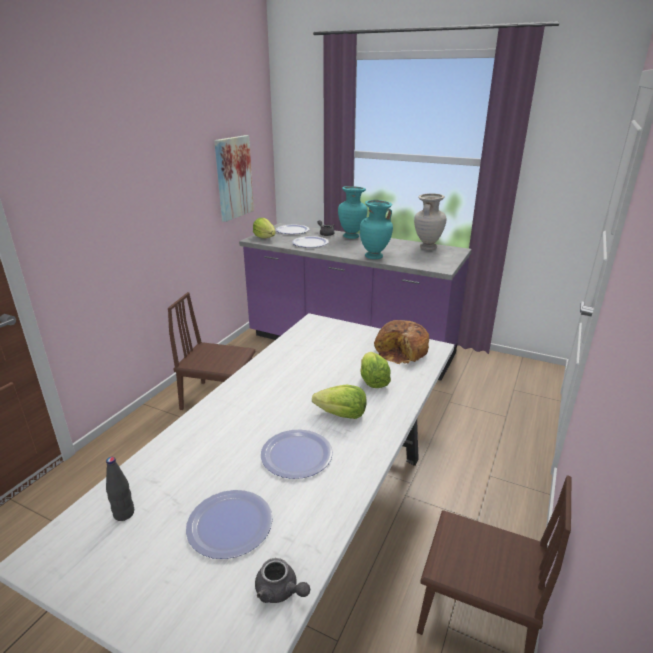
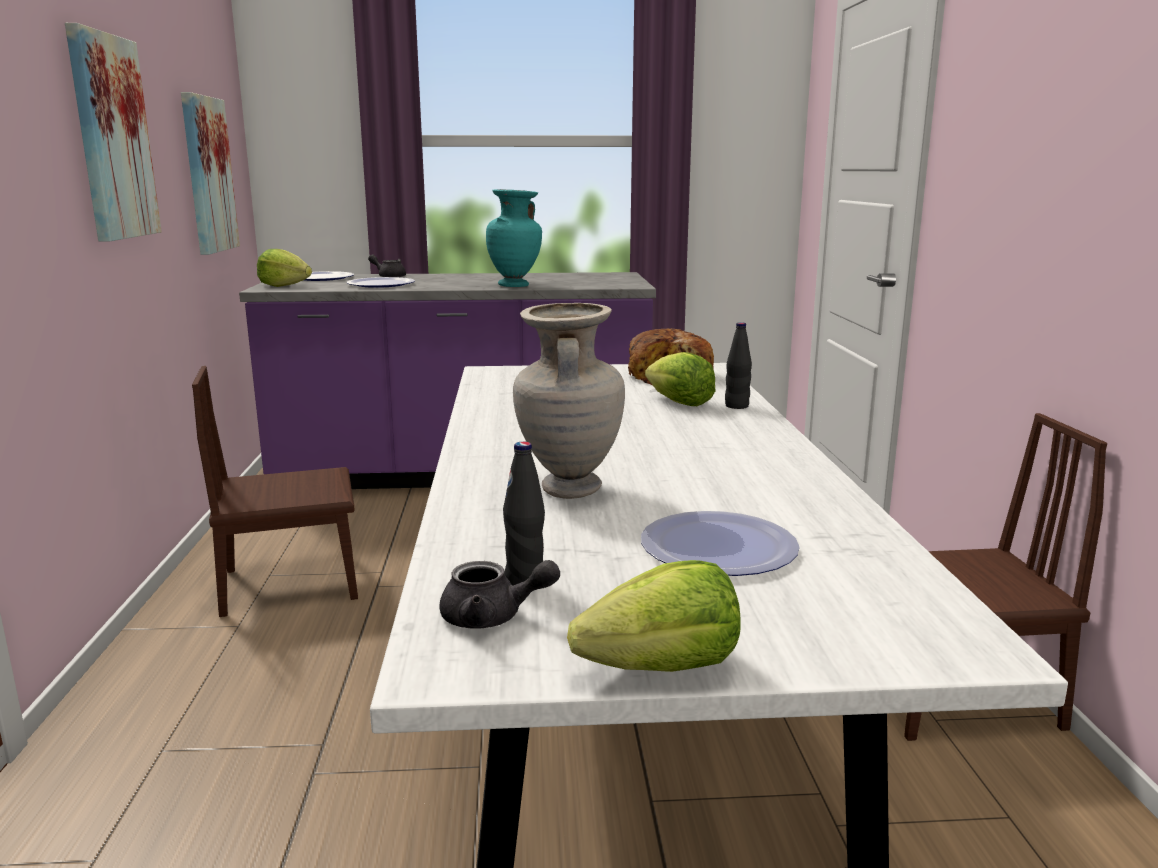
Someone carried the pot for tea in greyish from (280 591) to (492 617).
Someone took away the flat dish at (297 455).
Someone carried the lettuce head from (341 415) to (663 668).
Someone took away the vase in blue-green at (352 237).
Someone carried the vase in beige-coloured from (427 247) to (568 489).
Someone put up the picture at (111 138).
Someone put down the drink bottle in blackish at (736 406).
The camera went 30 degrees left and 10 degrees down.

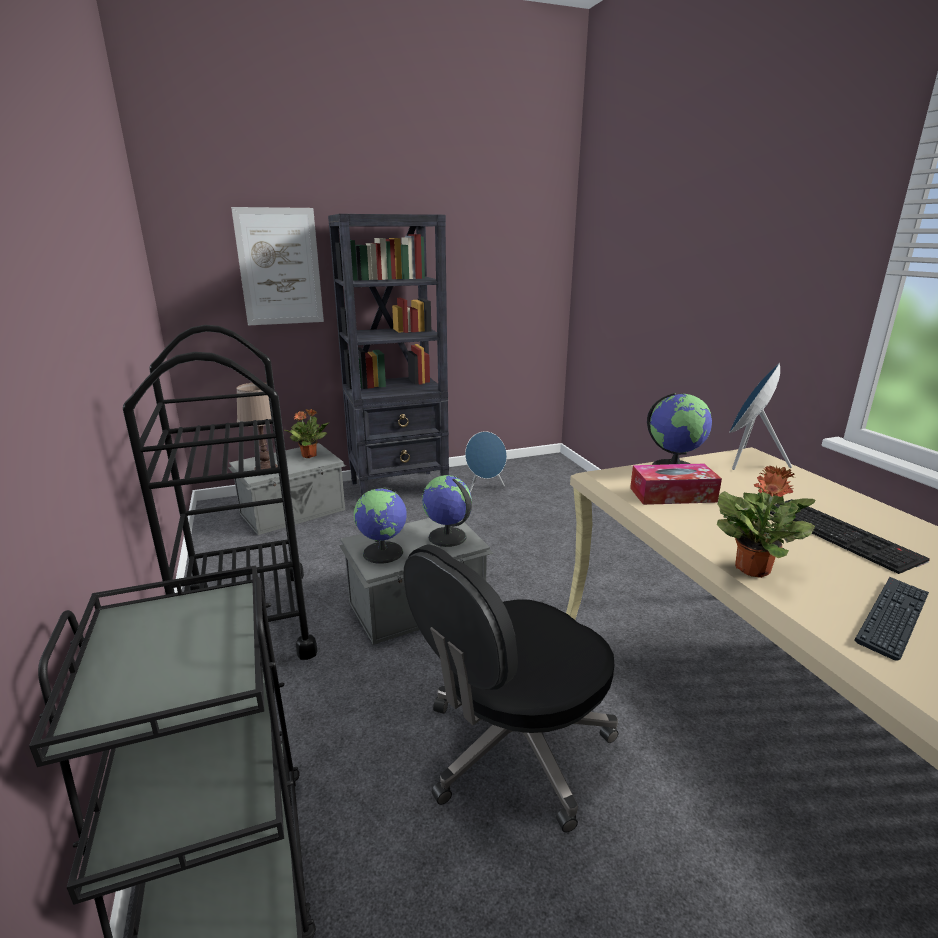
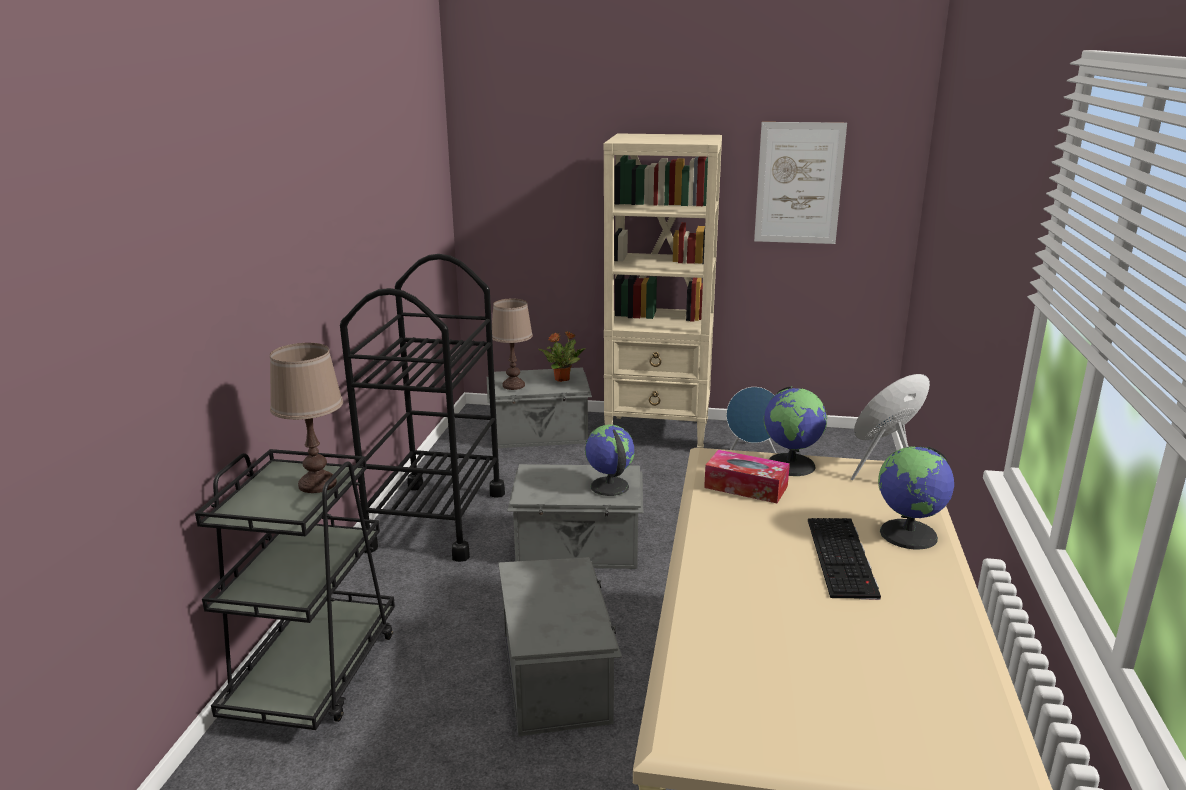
Someone carried the picture from (280 267) to (799 183).
Someone repainted the shelving unit in blackish at (399 489), which became the shelving unit in beige-coloured at (659 434).
Someone carried the world globe from (383 553) to (909 535).
Someone swapped the office chair in blackish at (513 748) for the storage box in greyish at (558 676).
Someone took away the houseplant at (753 568).
Someone took away the computer keyboard at (892 617).
Someone put down the table lamp in brownish at (317 484).
The camera went 30 degrees right and 0 degrees up.

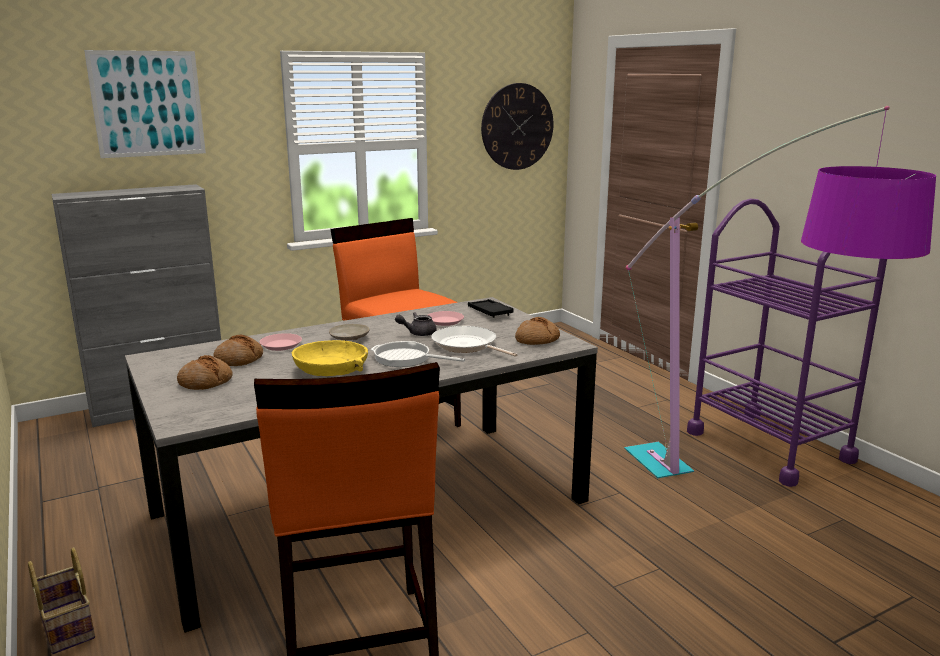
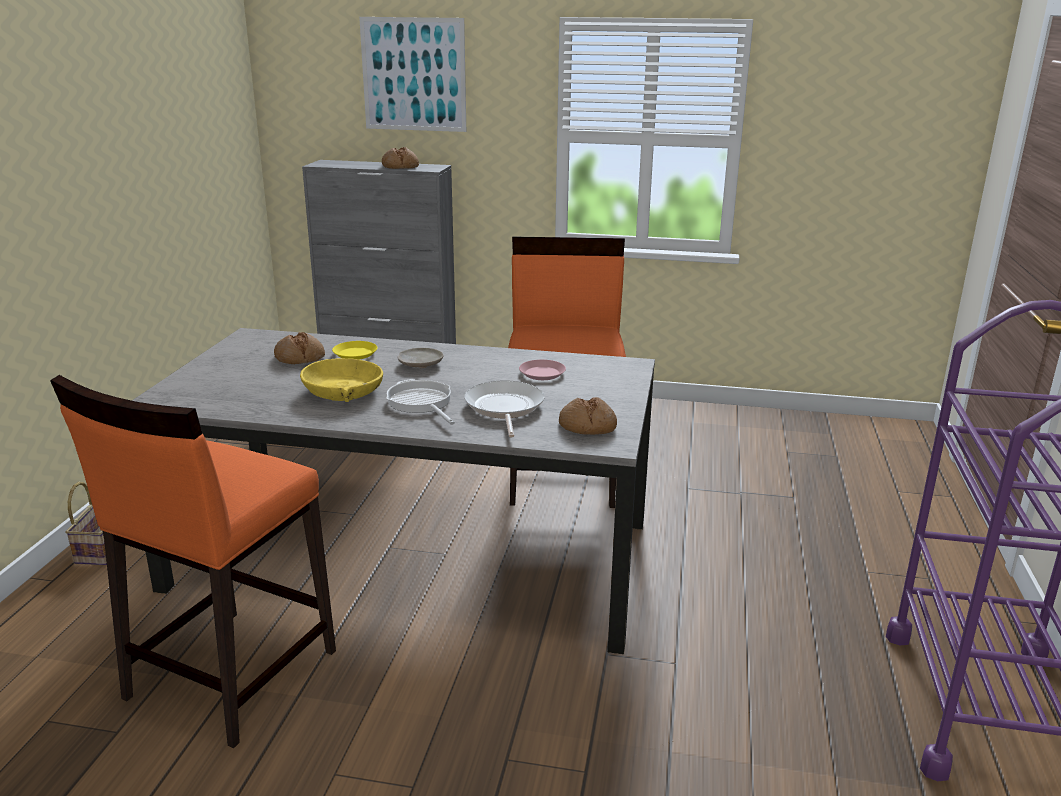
Someone carried the bread from (205 382) to (400 166).
Someone repainted the flat dish in pinkish at (281 345), which became the flat dish in yellow-coloured at (355 354).
Someone took away the pot for tea in greyish at (418 333).
Someone took away the tray in blackish at (490 312).
Someone took away the clock on the wall at (517 126).
Someone took away the floor lamp at (729 521).
The camera went 40 degrees right and 5 degrees up.

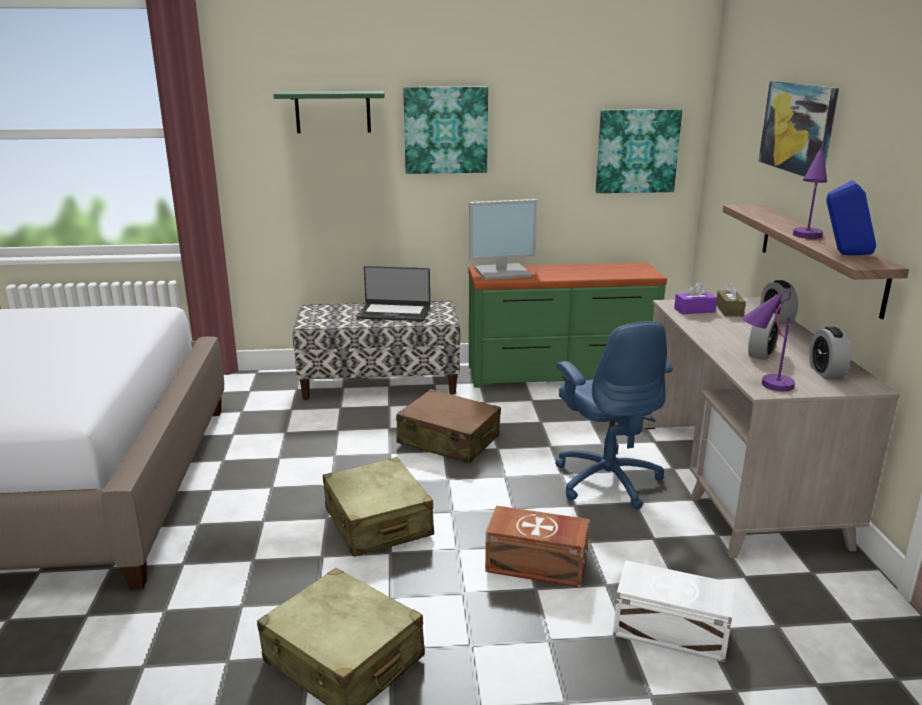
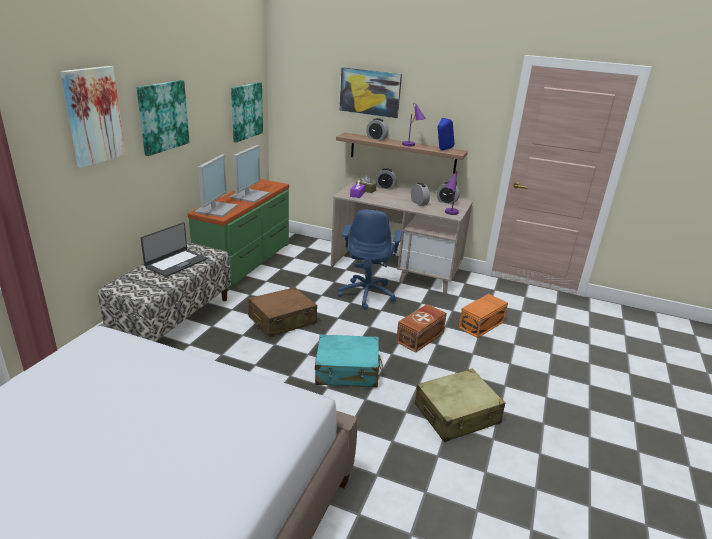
Someone swapped the bracket shelf in greenish at (333 112) for the picture at (93 116).
Someone repainted the piece of luggage in beige-coloured at (377 522), which became the piece of luggage in blue-green at (347 370).
Someone rotated the office chair in blue at (607 480) by 90 degrees clockwise.
Someone repainted the storage box in white at (672 632), which became the storage box in orange at (482 325).
Someone put down the computer display at (249 195).
Someone put down the bedside clock at (376 138).
The camera went 65 degrees left and 5 degrees up.

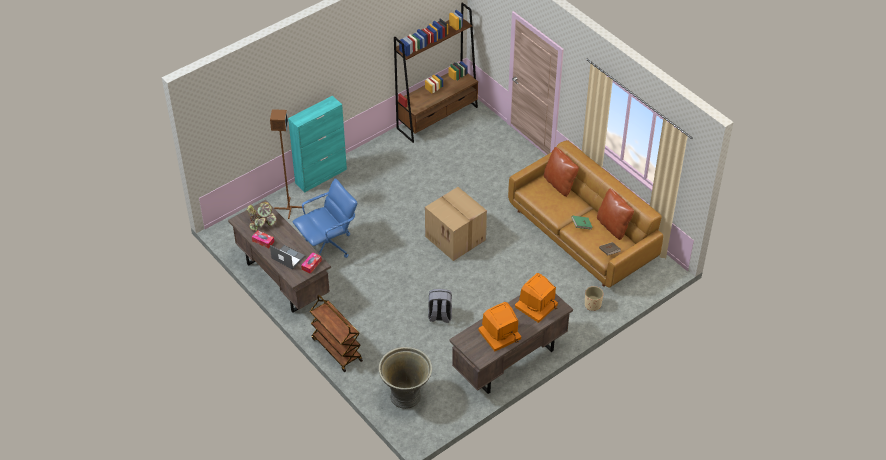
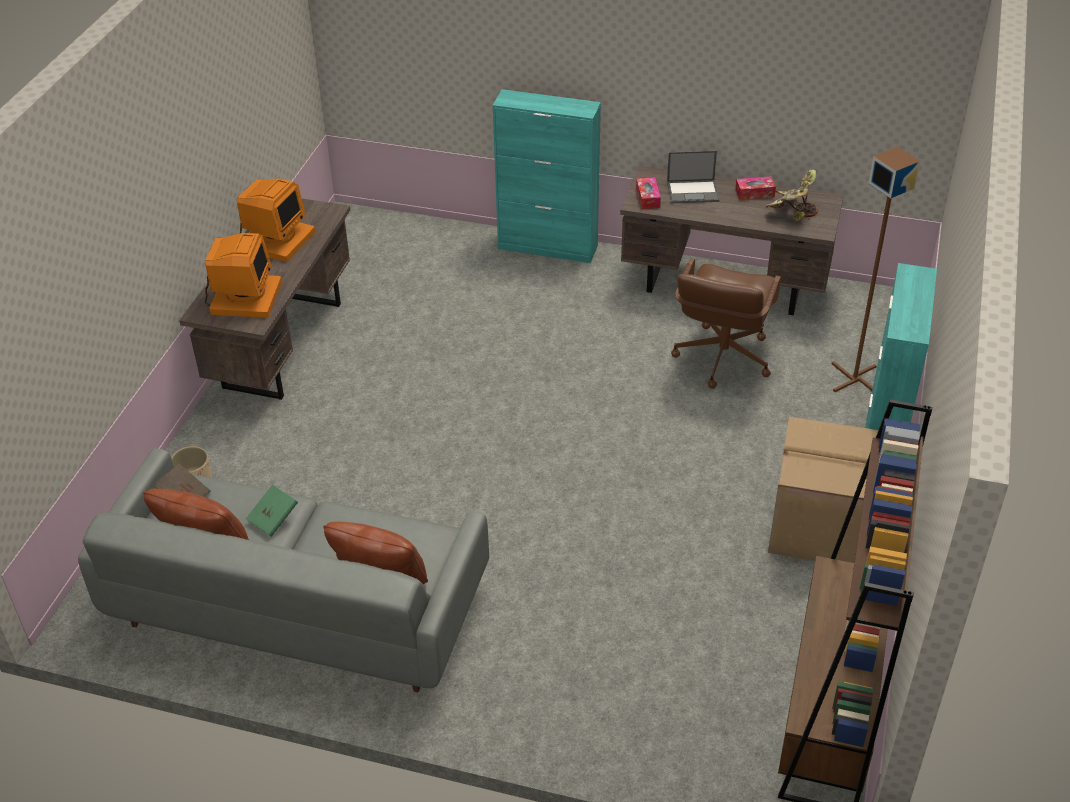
Someone repainted the office chair in blue at (328 246), which became the office chair in brownish at (721 358).
Someone swapped the wheeled cart in brownish at (336 349) for the storage cabinet in blue-green at (548 247).
Someone took away the planter in greyish at (406 396).
Someone carried the carton from (456 238) to (819 526).
Someone took away the rucksack in greyish at (439 316).
Someone repainted the settee in brownish at (582 234), which became the settee in greyish at (296 606).
The camera went 145 degrees right and 5 degrees down.

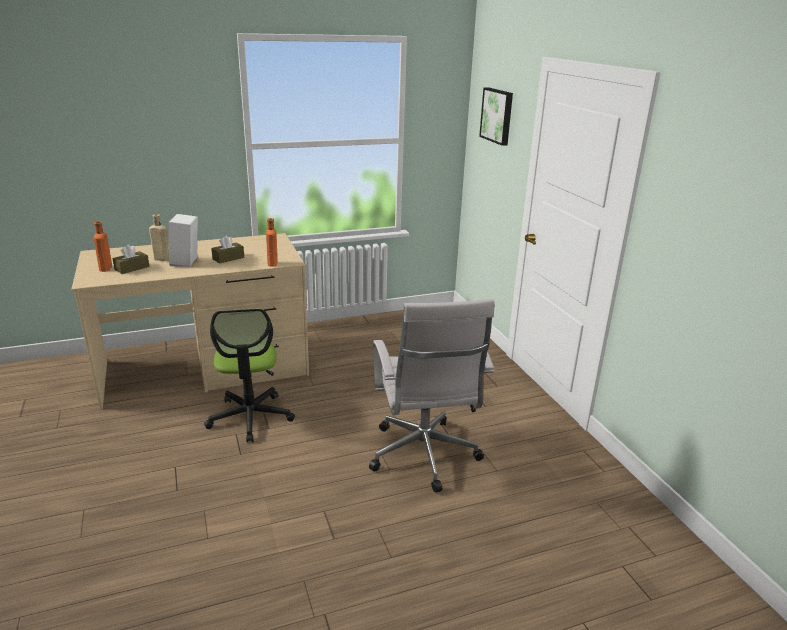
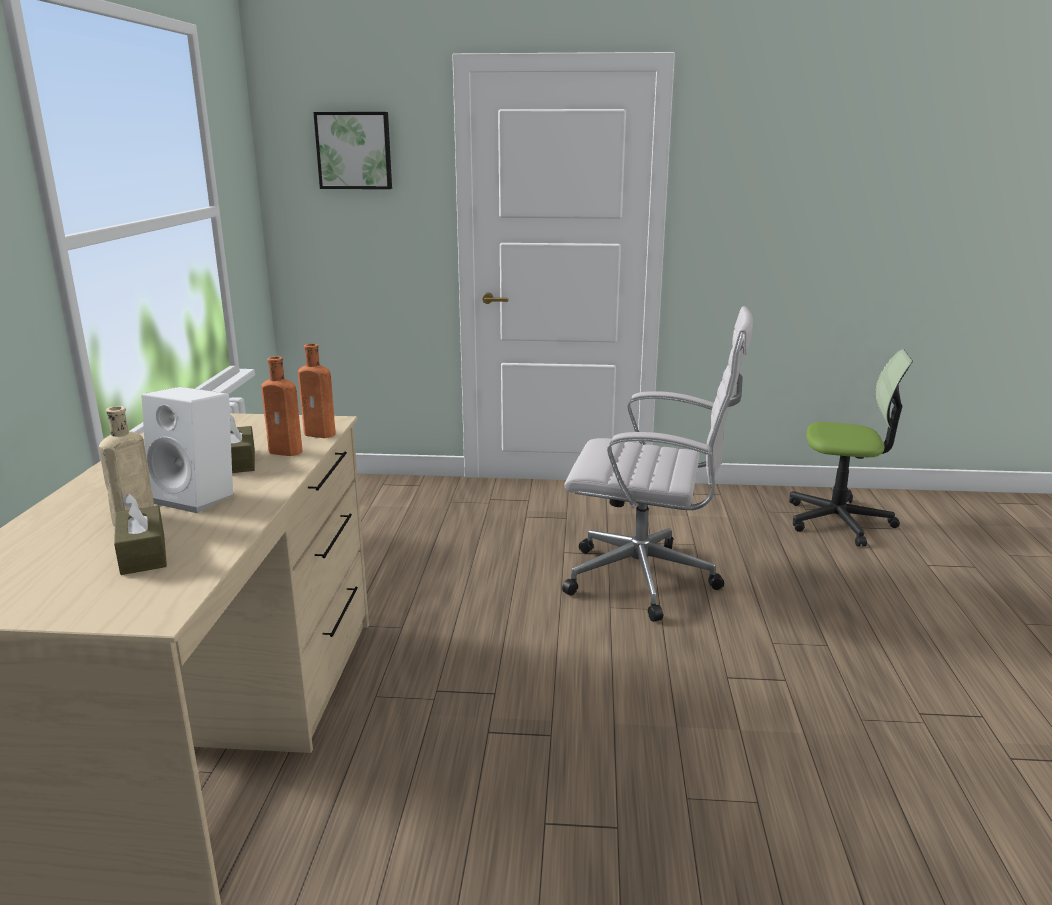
Someone carried the drink bottle in orange from (105 269) to (287 451).
Someone carried the office chair from (250 417) to (839 521).
The camera went 65 degrees left and 5 degrees down.

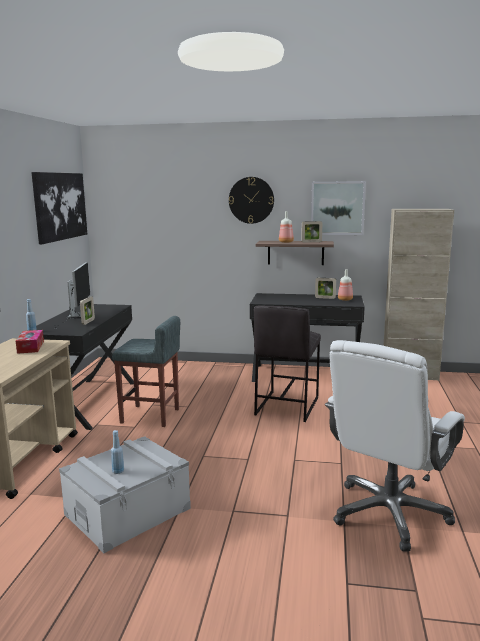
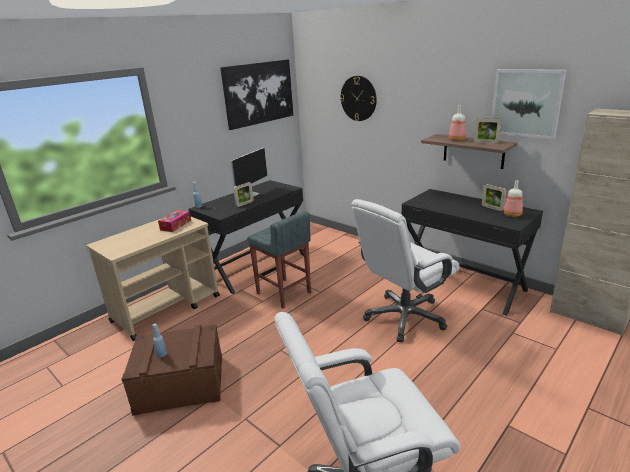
Someone repainted the storage box in greyish at (127 511), which became the storage box in brownish at (180 383).
Someone carried the clock on the wall from (251 200) to (358 98).
Someone swapped the sitting stool in greyish at (286 406) for the office chair in white at (404 317).
The camera went 35 degrees right and 10 degrees up.

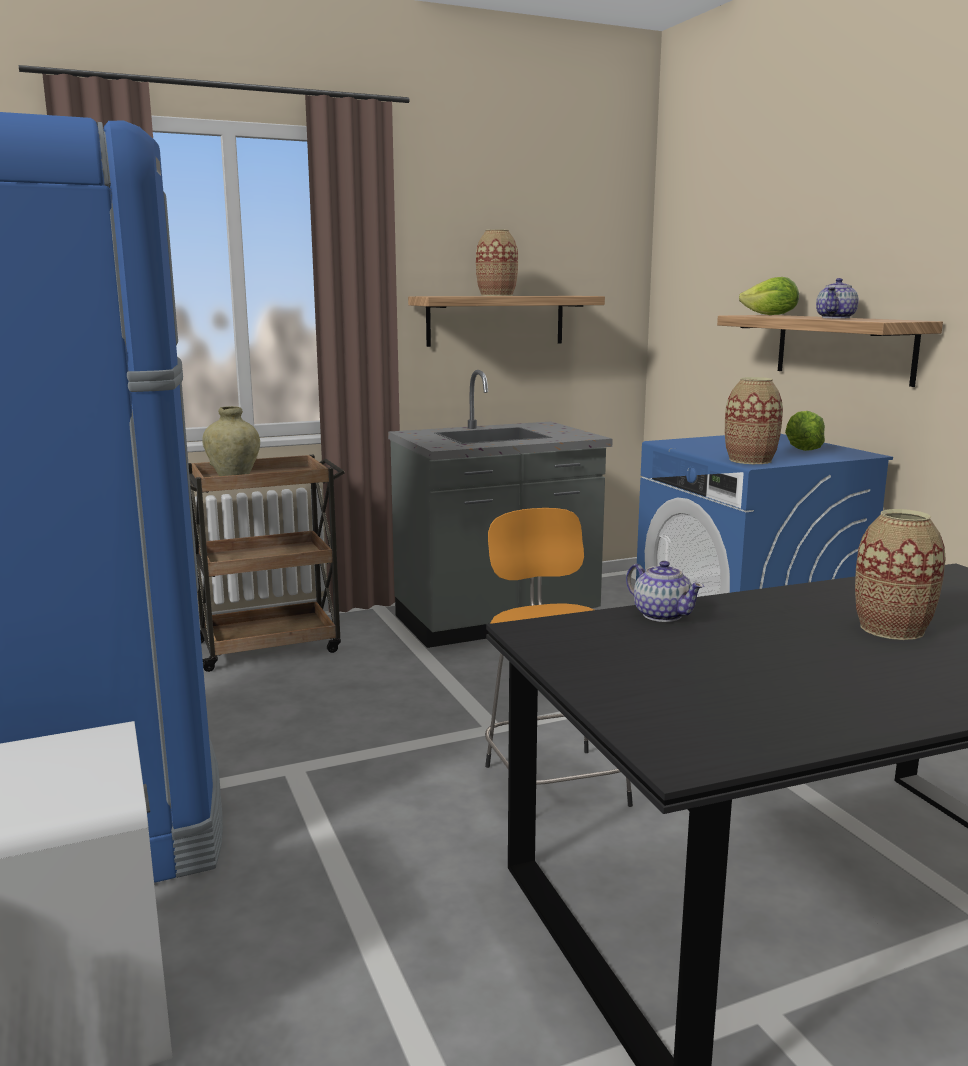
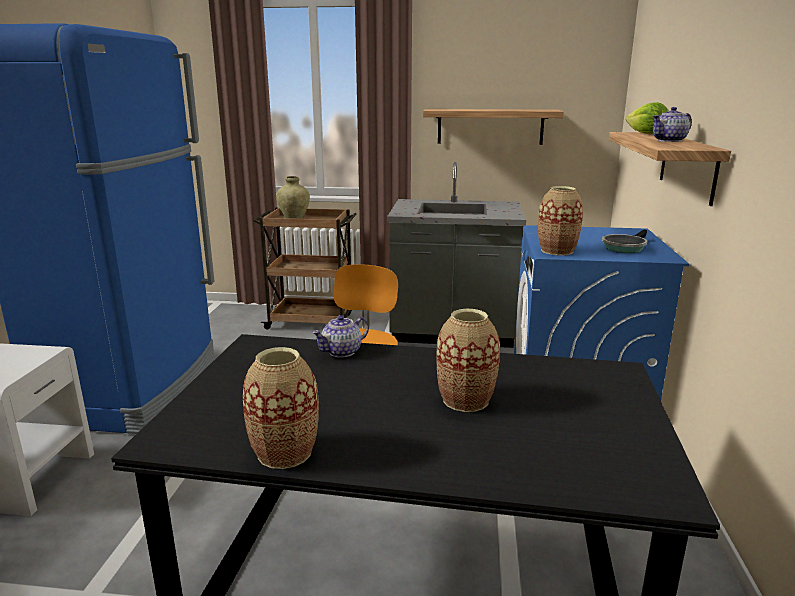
Someone carried the vase from (496 295) to (284 453).
Someone rotated the pot for tea at (662 615) by 60 degrees clockwise.
Someone swapped the lettuce head at (802 450) for the skillet at (624 247).
The camera went 30 degrees right and 5 degrees up.

